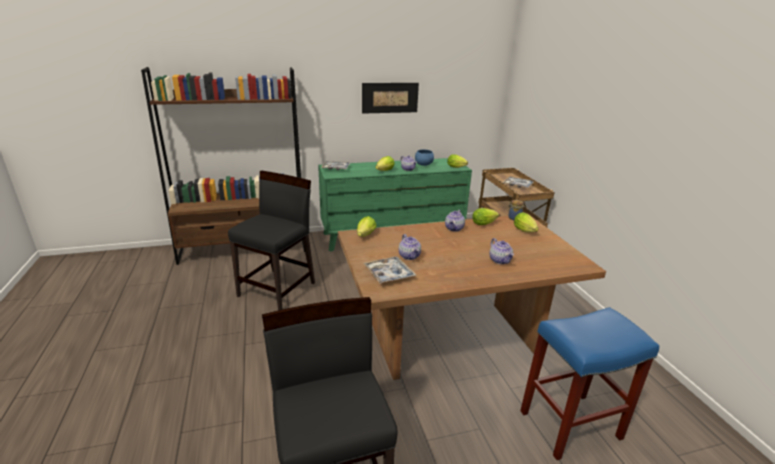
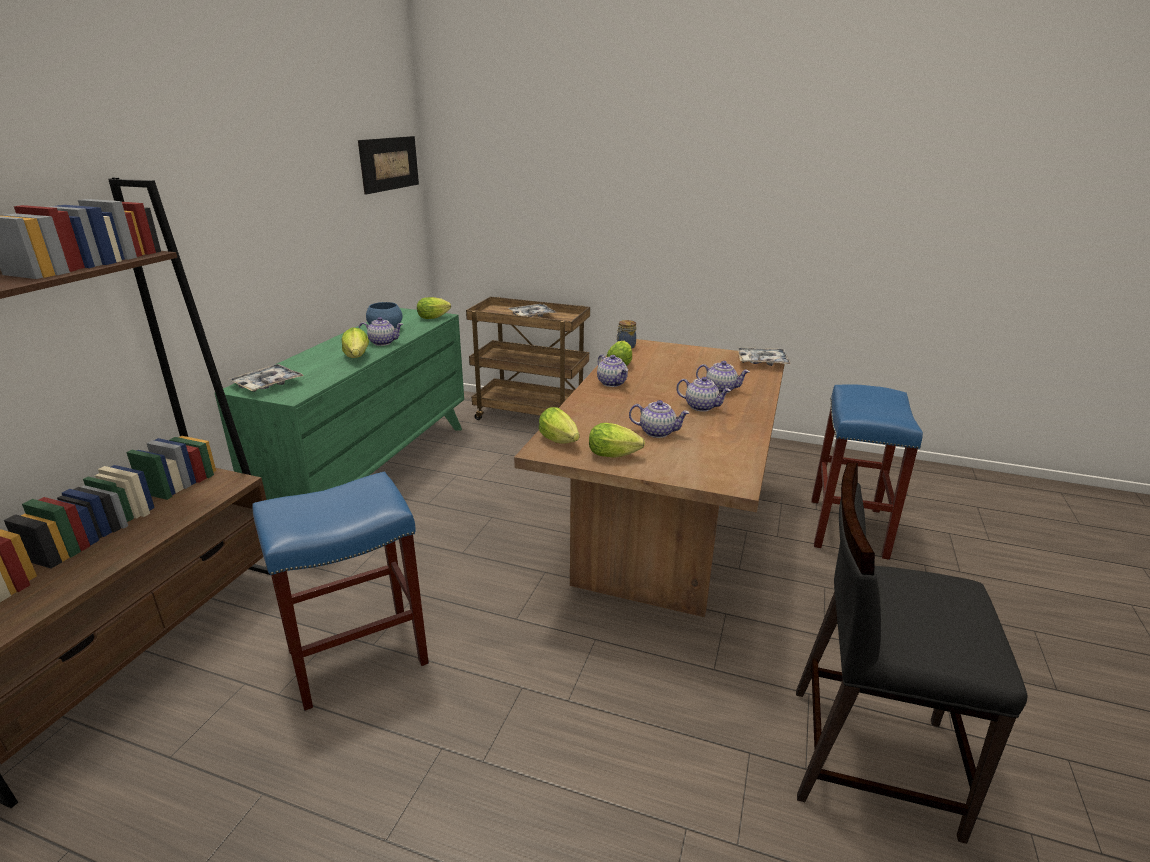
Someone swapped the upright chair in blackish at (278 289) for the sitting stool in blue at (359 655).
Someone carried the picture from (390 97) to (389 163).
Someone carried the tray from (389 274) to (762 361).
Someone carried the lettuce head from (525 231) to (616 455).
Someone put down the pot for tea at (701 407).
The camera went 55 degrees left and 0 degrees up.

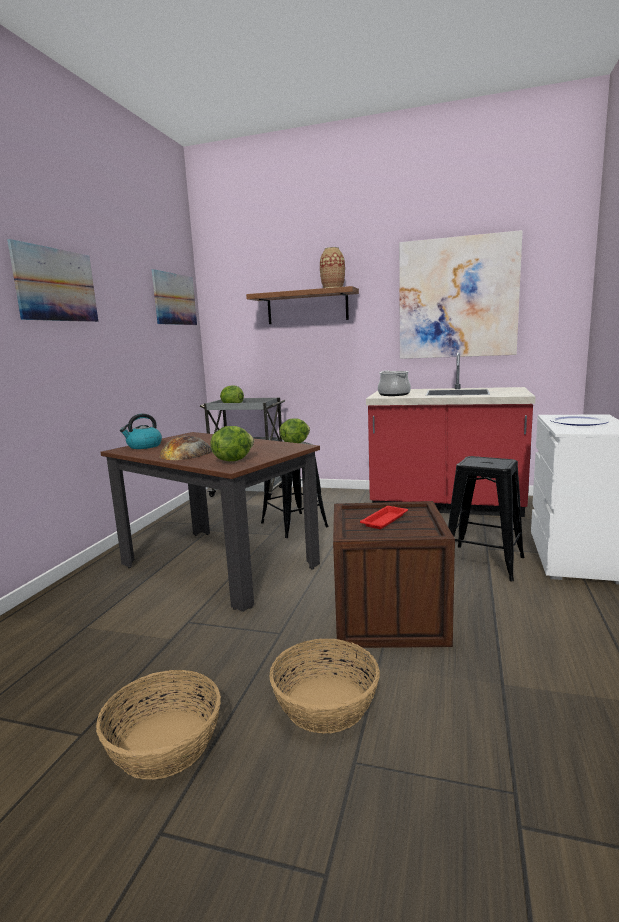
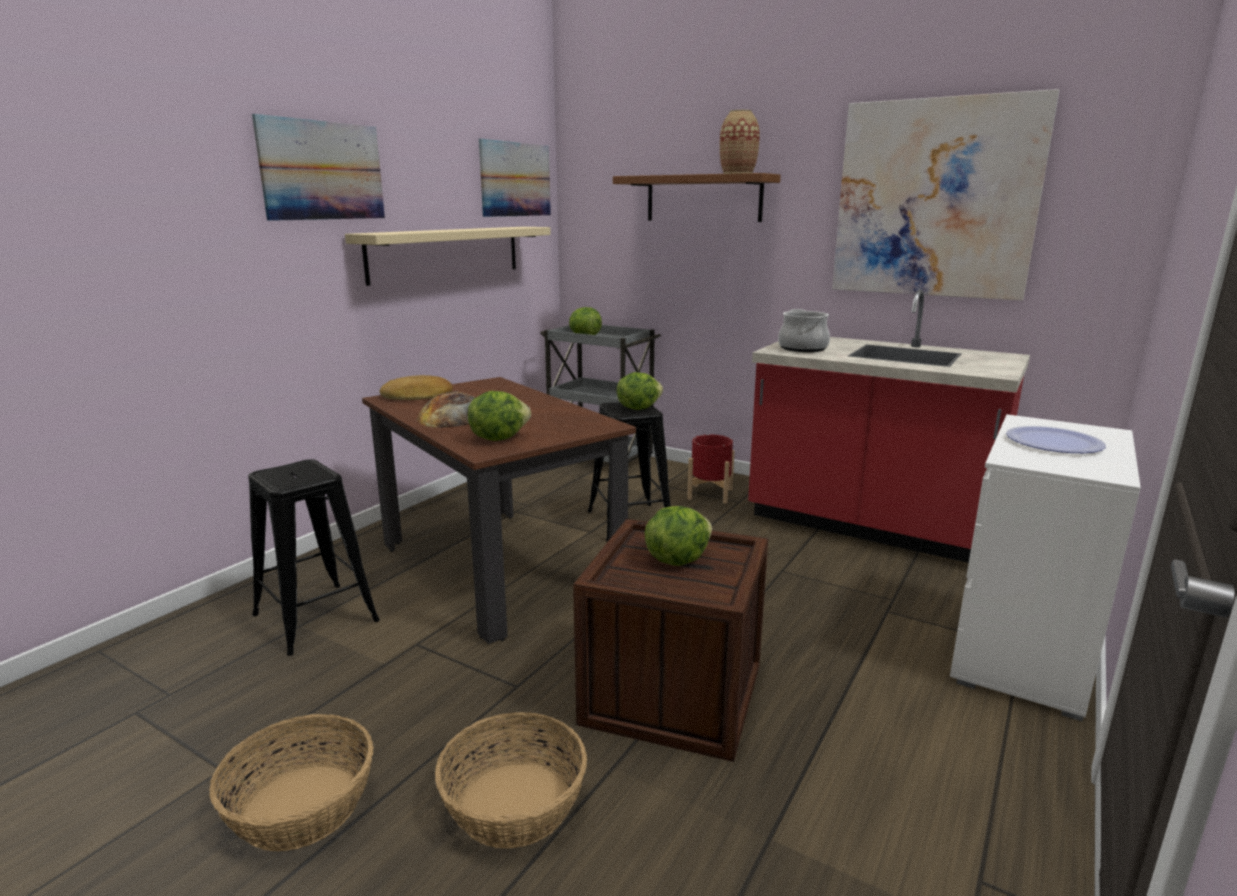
Someone swapped the tea kettle at (144 446) for the bread at (418 396).
Someone swapped the tray in red at (385 520) for the lettuce head at (676 559).
Someone carried the sitting stool in blackish from (483 562) to (315 618).
Someone put up the bracket shelf in beige-coloured at (447 253).
Someone put down the planter in red at (709 494).
The camera went 15 degrees right and 5 degrees up.

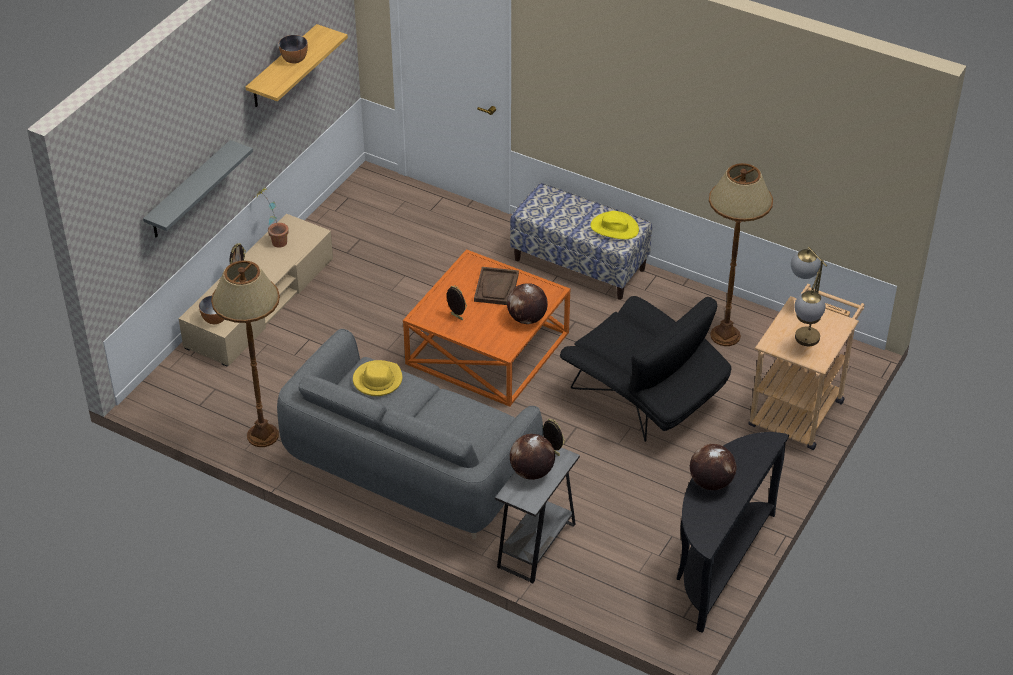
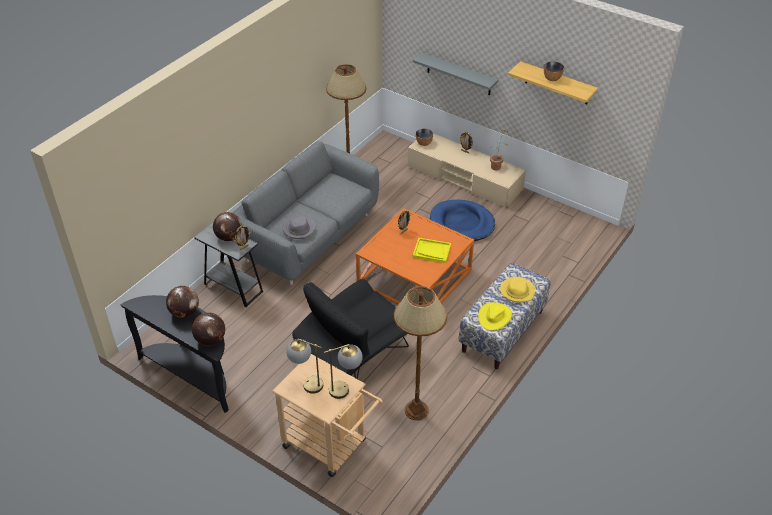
Someone carried the hat in yellow-coloured from (377 380) to (517 291).
Someone repainted the tray in brownish at (496 287), which became the tray in yellow-coloured at (431 251).
Someone carried the world globe from (527 319) to (210 340).
Someone put down the hat in greyish at (299 229).
Someone put down the pet bed in blue at (461 223).
The camera went 95 degrees right and 0 degrees up.

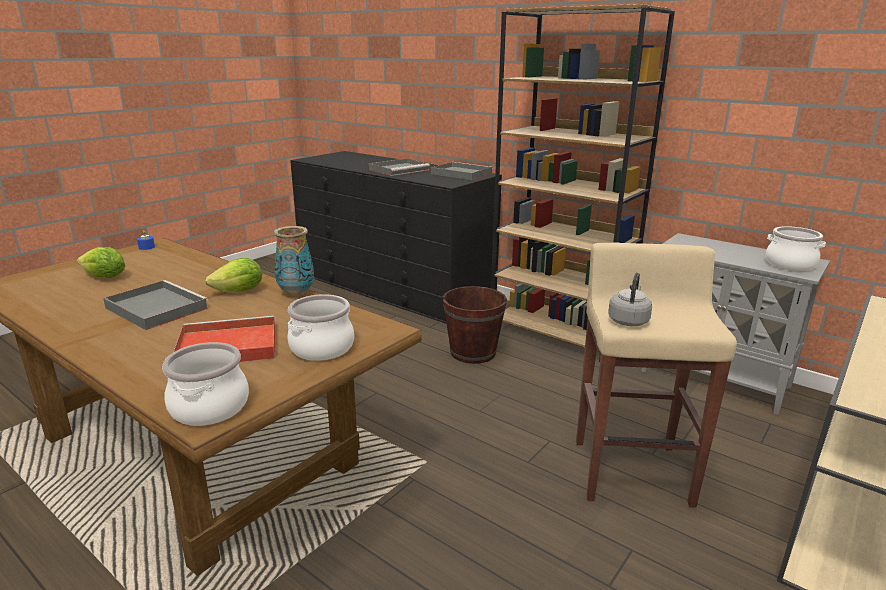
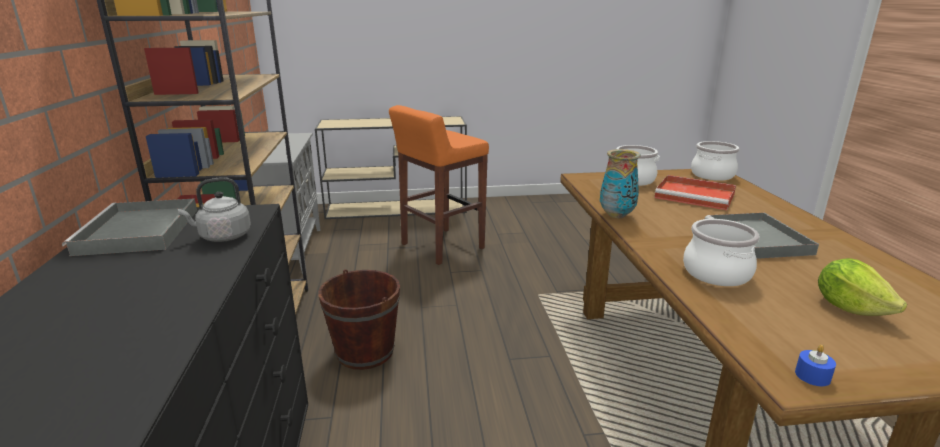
Someone took away the lettuce head at (239 291).
Someone took away the tray in greyish at (399 169).
Someone repainted the sitting stool in beige-coloured at (631 470), which became the sitting stool in orange at (441 246).
Someone carried the tea kettle in greyish from (628 320) to (222 237).
Someone carried the stockpot from (790 264) to (717 273).
The camera went 135 degrees left and 0 degrees up.

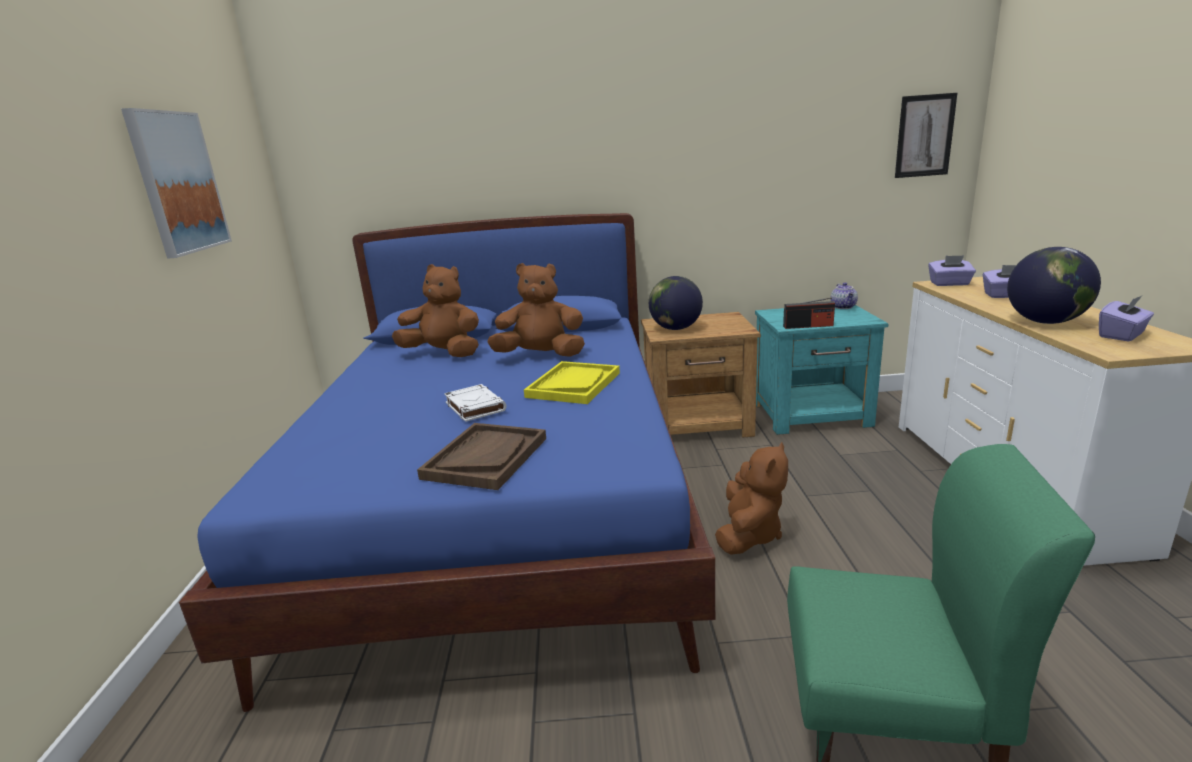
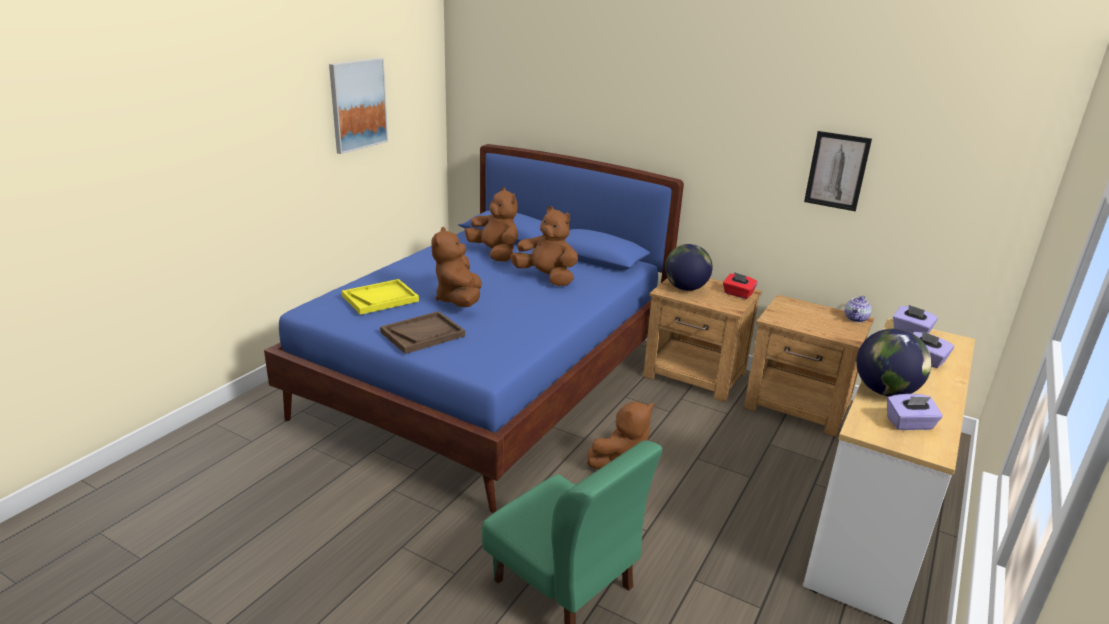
Someone swapped the book in white at (474 407) for the cuddly toy in brownish at (459 300).
Someone carried the tray in yellow-coloured from (573 385) to (380 298).
Someone repainted the nightstand in blue-green at (813 415), which became the nightstand in brownish at (798 406).
Someone took away the radio receiver at (808 326).
Someone carried the picture from (924 136) to (837 171).
Someone put down the tissue box in red at (738 294).
The camera went 30 degrees right and 5 degrees up.

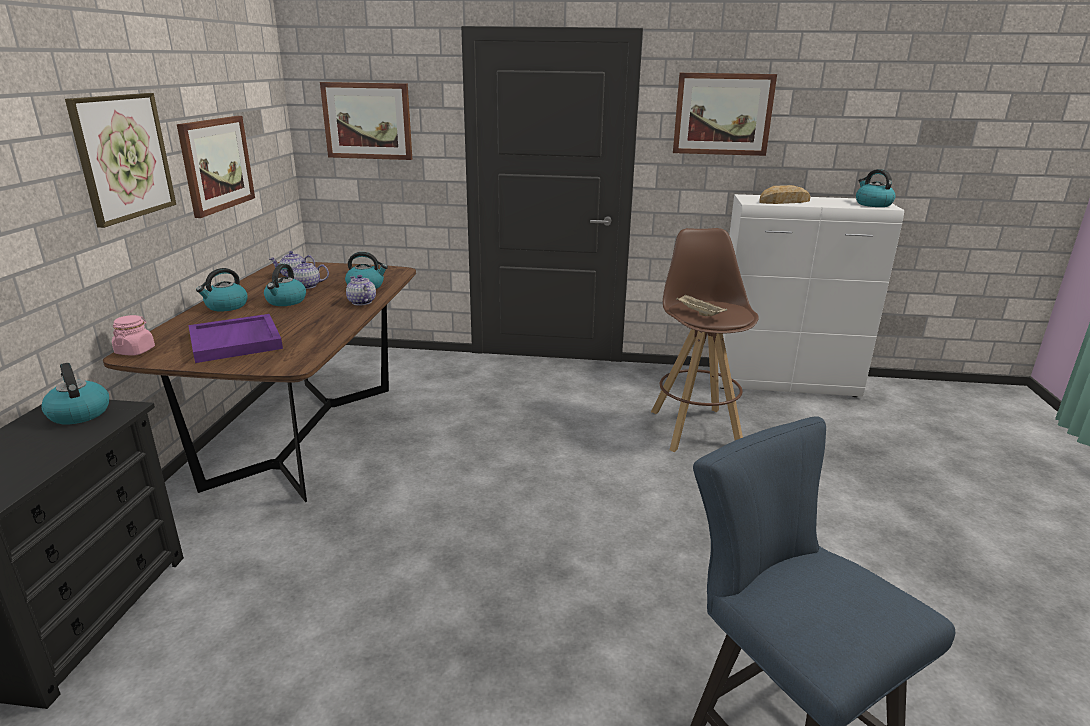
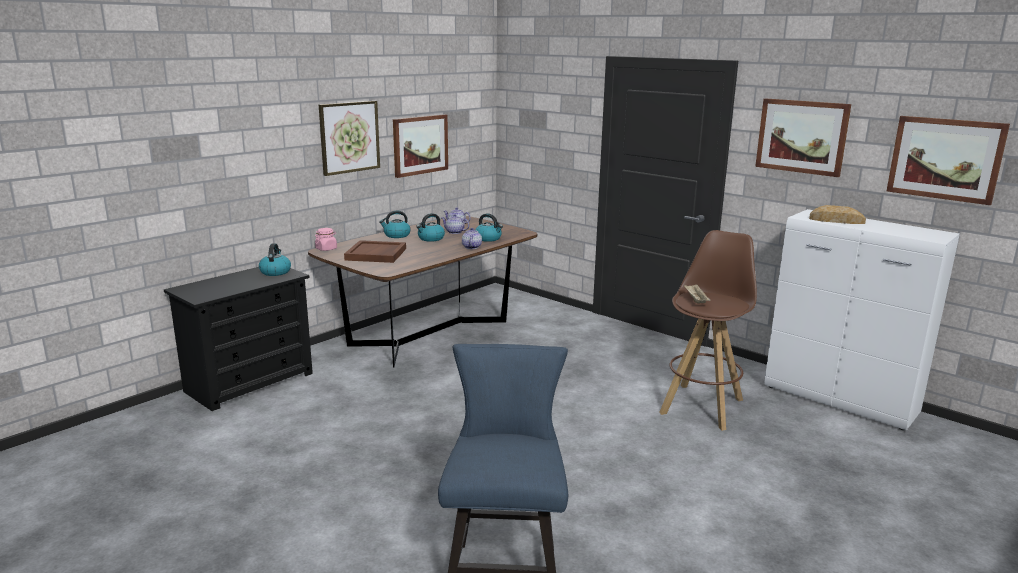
Someone repainted the tray in purple-coloured at (236 342), which became the tray in brownish at (376 254).
Someone carried the picture from (367 121) to (945 159).
Someone took away the tea kettle at (872 204).
The camera went 35 degrees right and 5 degrees down.

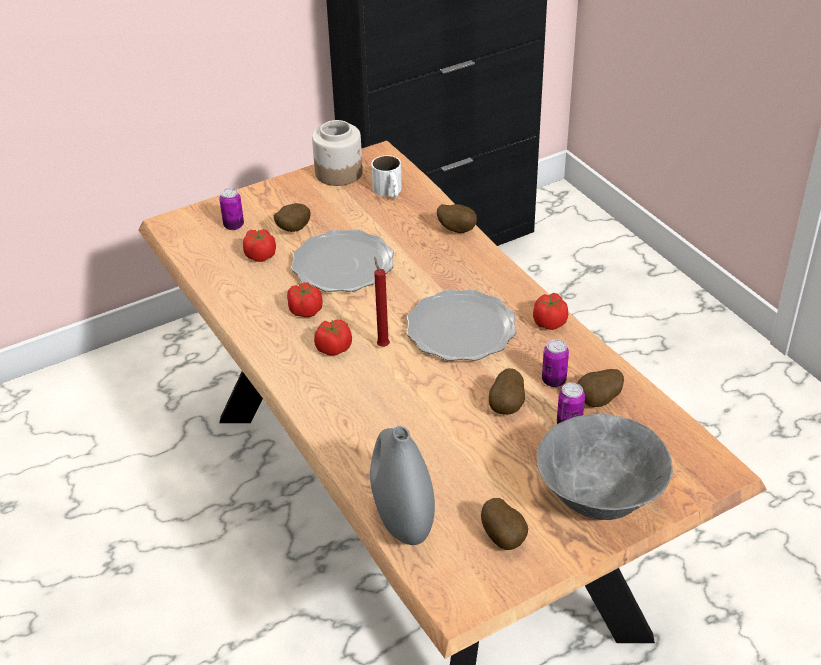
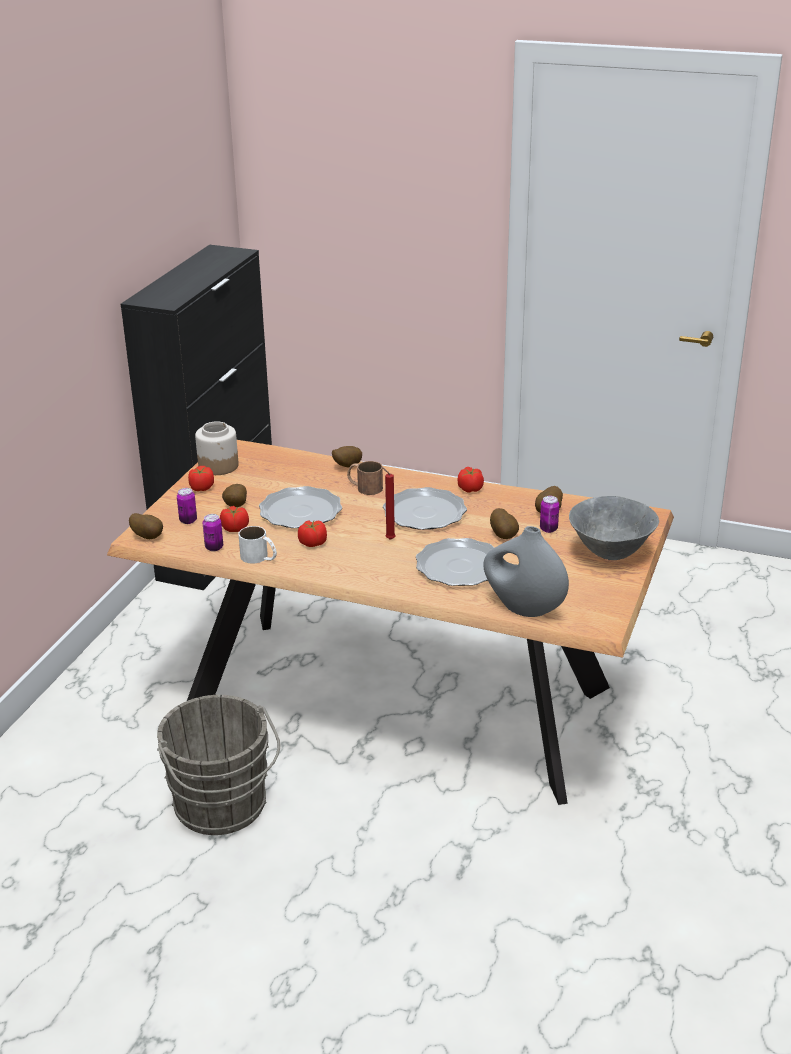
Someone carried the whole tomato from (333 348) to (201 488).
Someone carried the tea mug in white from (389 192) to (259 558).
Someone carried the whole potato from (504 538) to (148 536).
Someone carried the can from (553 381) to (214 547).
Someone put down the water bucket in greyish at (222 808).
Someone put down the tea mug in brownish at (364 487).
Someone put down the flat dish at (459 566).
The camera went 40 degrees left and 10 degrees down.

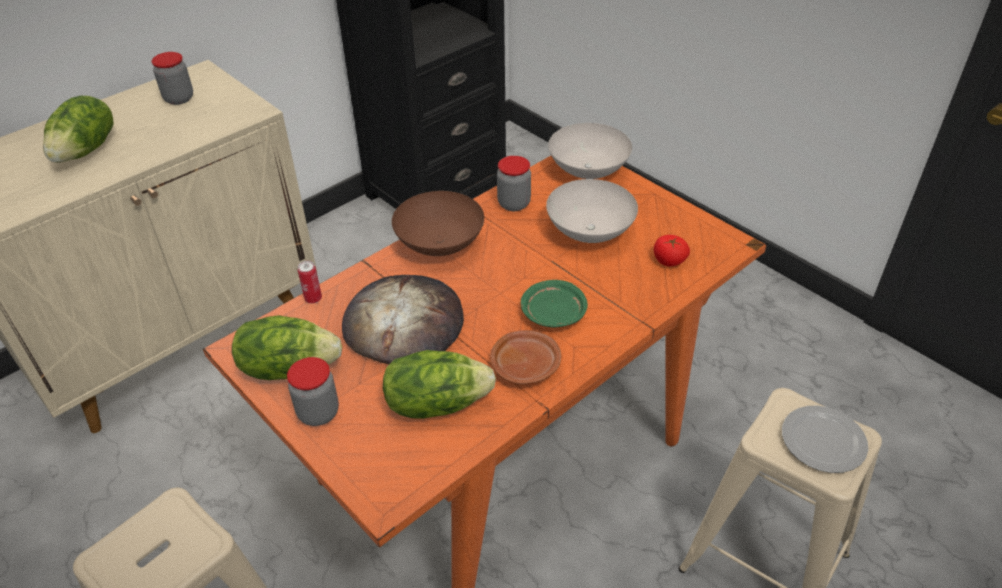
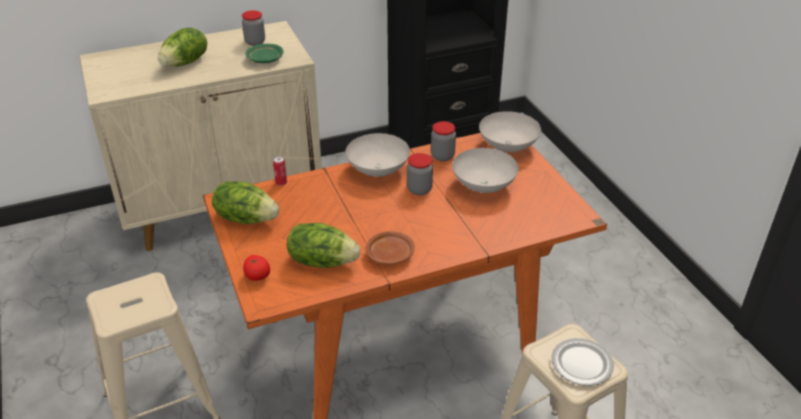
Someone carried the preserve jar from (318 413) to (419 189).
Someone took away the bread at (404 324).
Someone repainted the bowl in brownish at (438 245), which became the bowl in white at (377 170).
Someone carried the flat dish in greenish from (553 313) to (265 59).
Someone carried the whole tomato from (669 261) to (257 276).
The camera went 20 degrees right and 5 degrees down.

